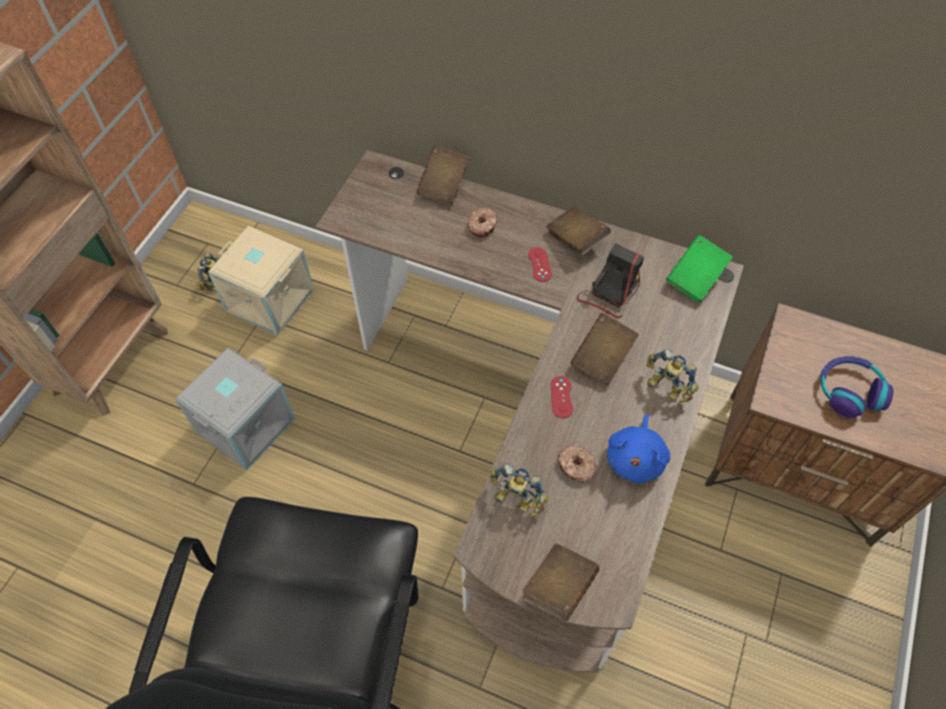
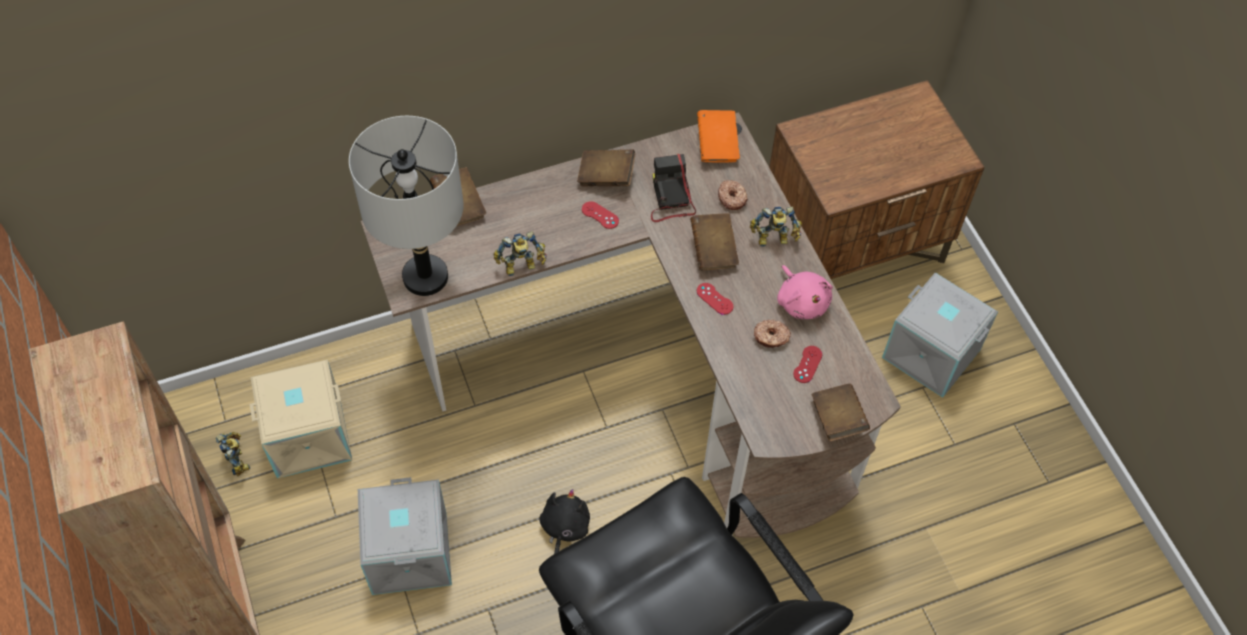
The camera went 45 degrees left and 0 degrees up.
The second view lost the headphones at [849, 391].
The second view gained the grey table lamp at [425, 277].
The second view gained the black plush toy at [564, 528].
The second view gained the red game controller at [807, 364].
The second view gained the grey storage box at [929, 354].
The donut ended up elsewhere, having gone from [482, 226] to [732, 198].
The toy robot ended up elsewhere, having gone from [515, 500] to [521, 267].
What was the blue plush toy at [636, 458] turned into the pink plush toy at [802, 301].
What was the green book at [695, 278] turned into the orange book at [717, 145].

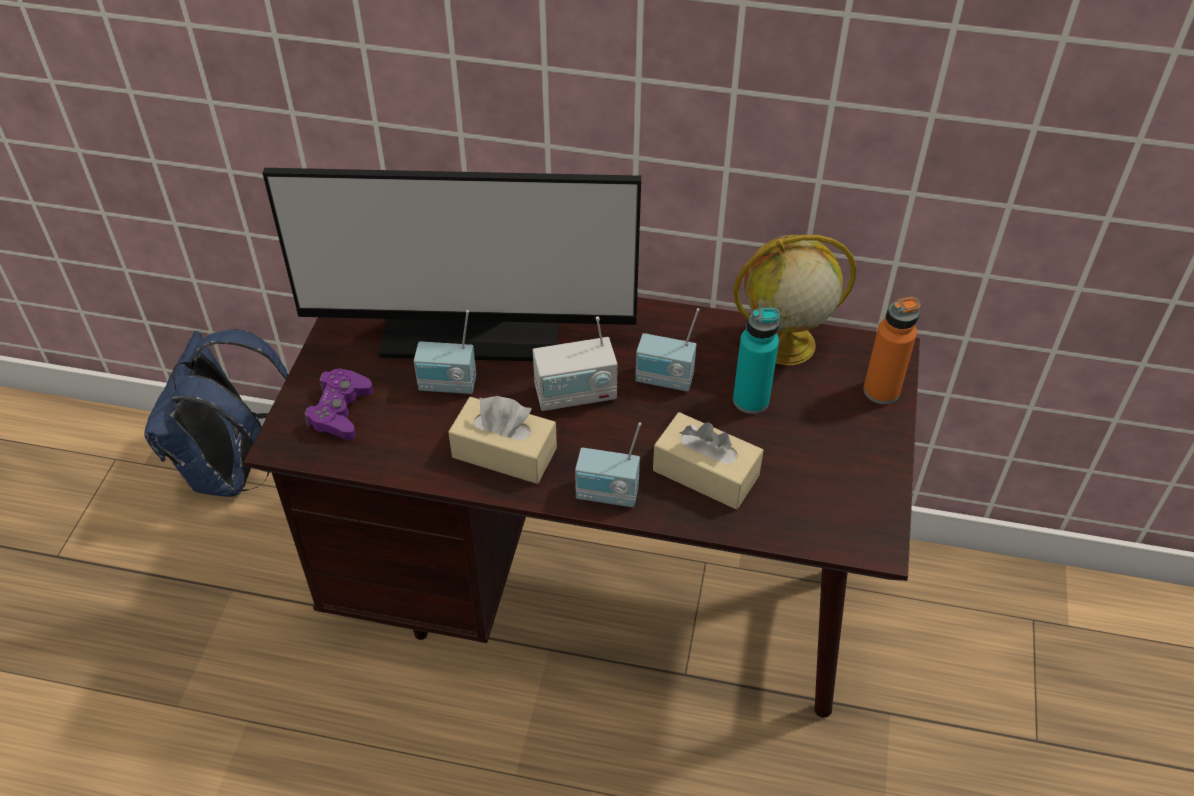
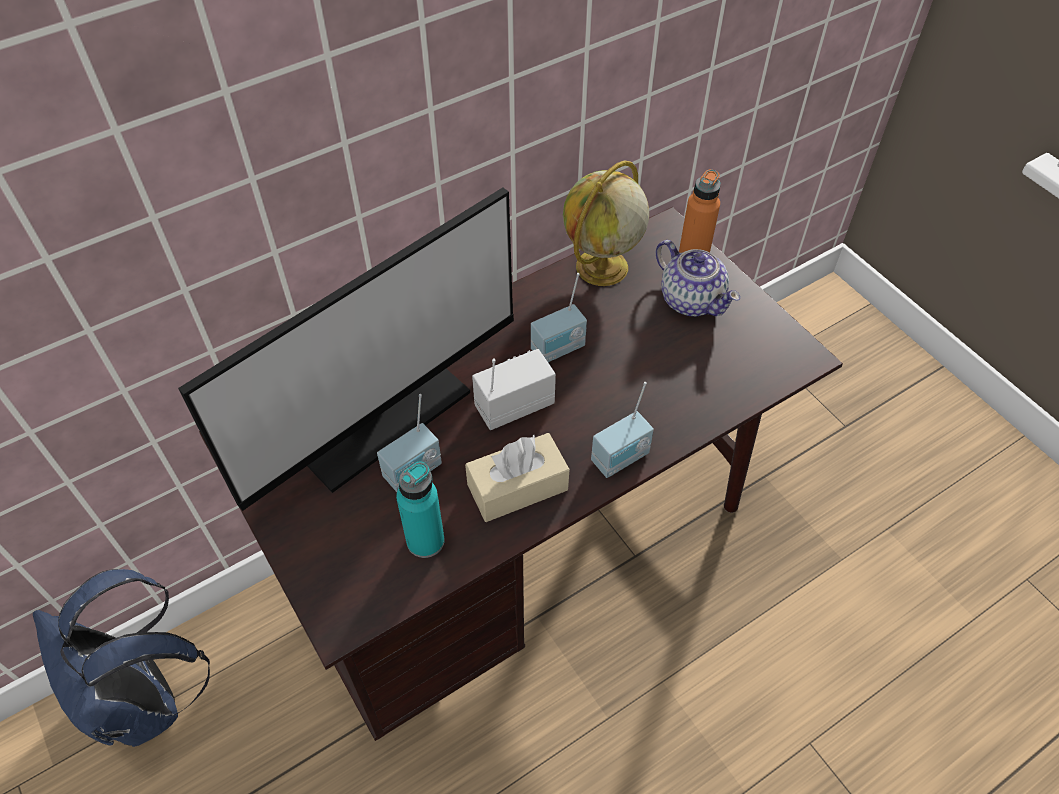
The camera went 45 degrees left and 5 degrees up.
The second view lost the purple game controller at [340, 411].
The second view lost the beige tissue box at [705, 473].
The second view gained the teapot at [691, 299].
The turquoise bottle ended up elsewhere, having gone from [751, 400] to [425, 541].
The radio at [576, 394] ended up facing another way, 150 degrees counterclockwise from before.

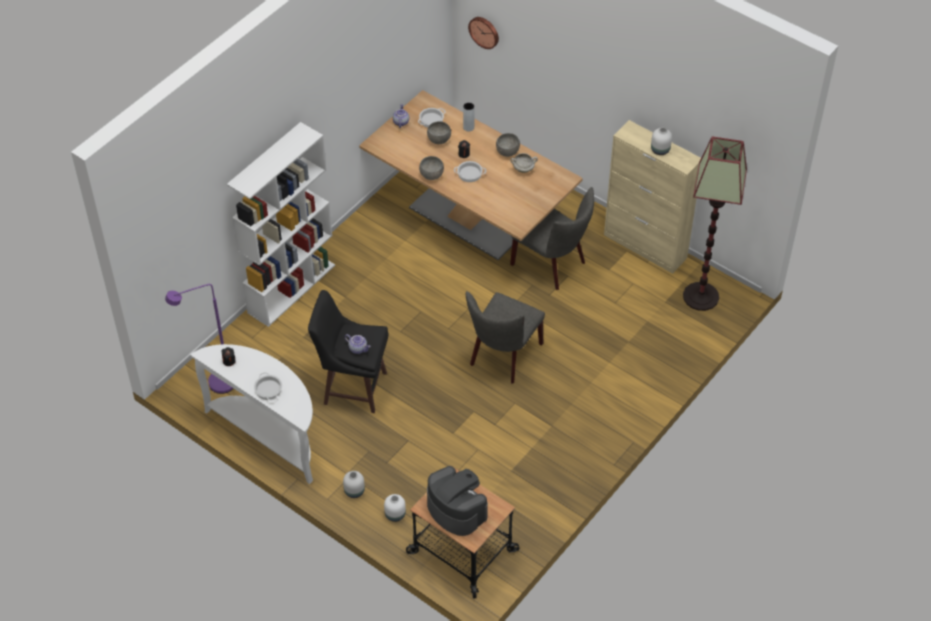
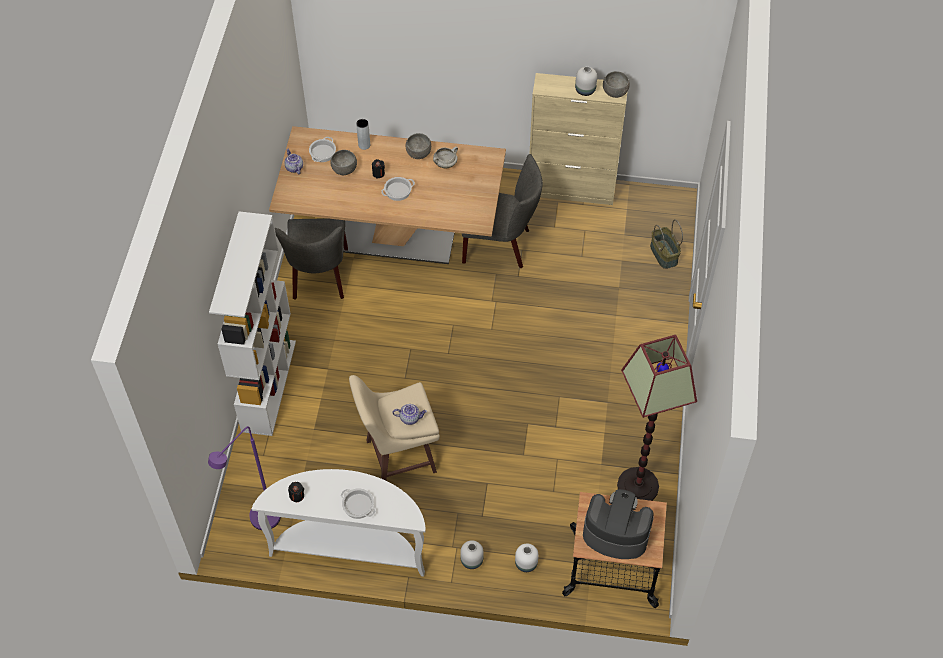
The camera went 30 degrees left and 5 degrees up.
The second view lost the wall clock at [484, 31].
The second view gained the basket at [663, 254].
The grey bowl ended up elsewhere, having gone from [431, 175] to [615, 93].
The grey chair ended up elsewhere, having gone from [503, 357] to [319, 278].
The floor lamp ended up elsewhere, having gone from [701, 296] to [638, 485].
What was the black stool at [353, 387] turned into the beige stool at [398, 456].

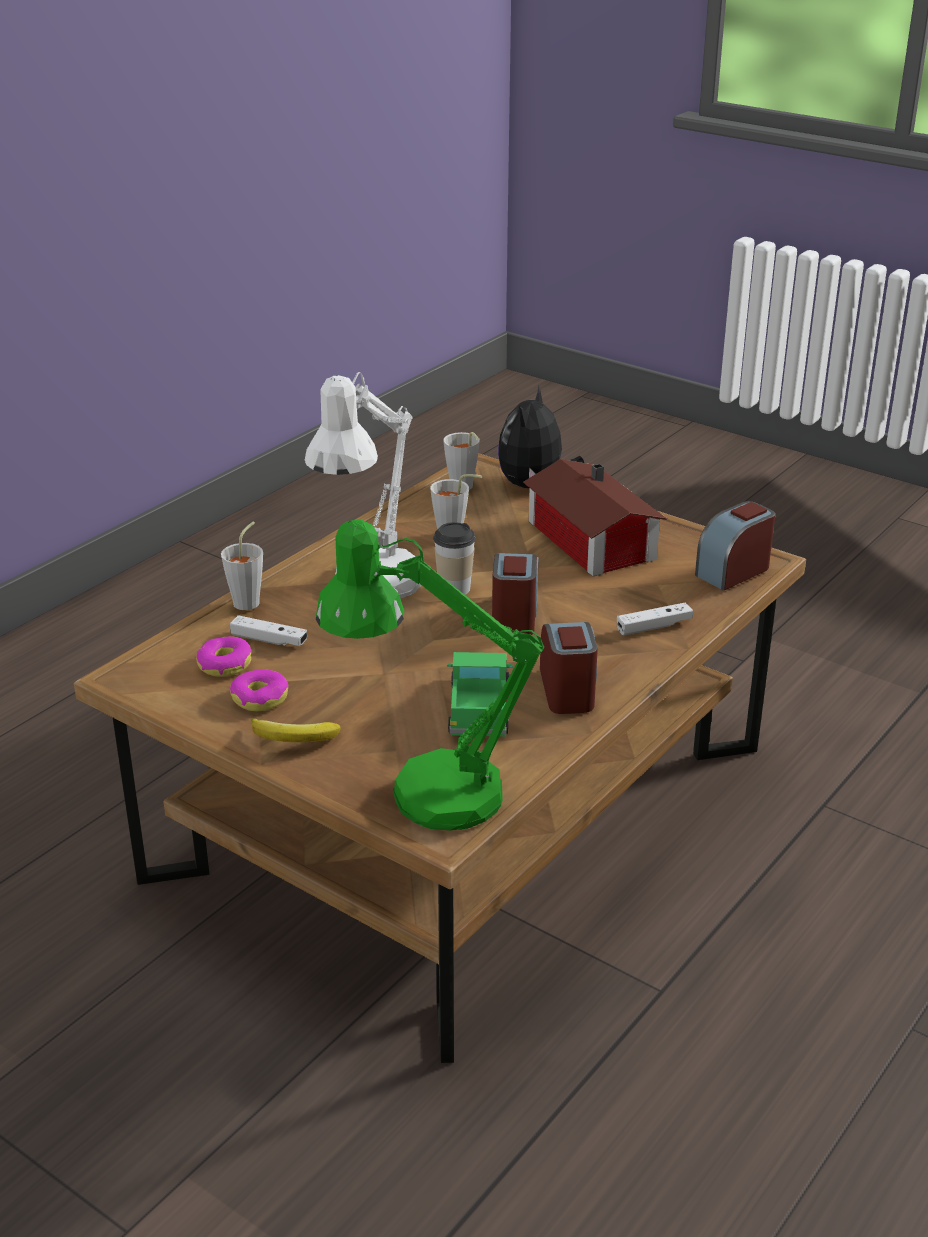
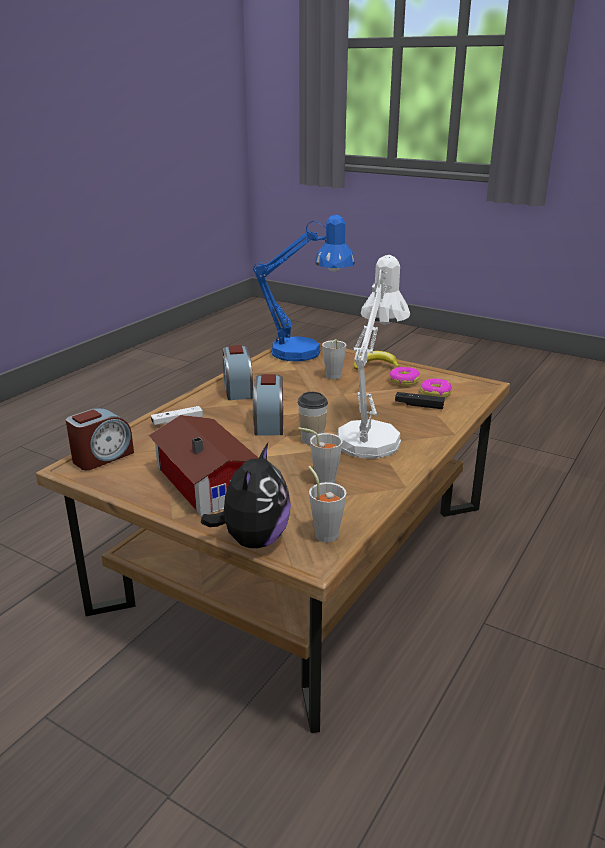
The camera went 175 degrees right and 5 degrees down.
The second view lost the toy truck at [479, 708].
The grey cup ended up elsewhere, having gone from [250, 600] to [332, 377].
What was the white game controller at [269, 640] turned into the black game controller at [419, 405].
What was the green table lamp at [424, 793] turned into the blue table lamp at [306, 353].

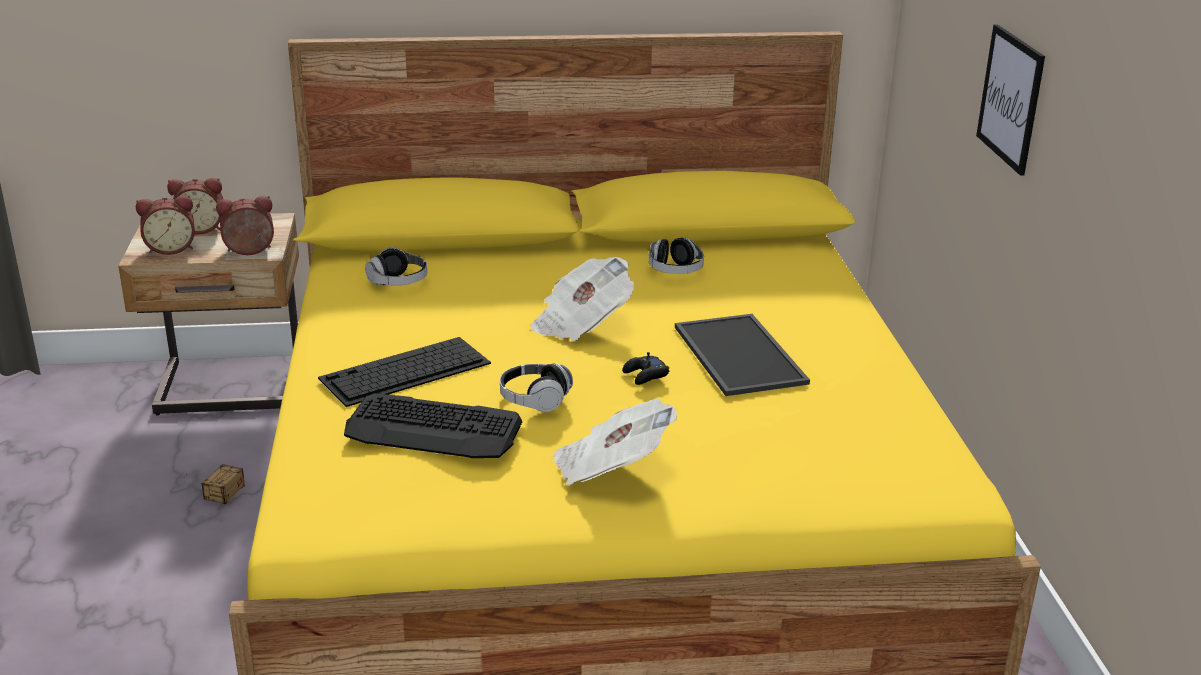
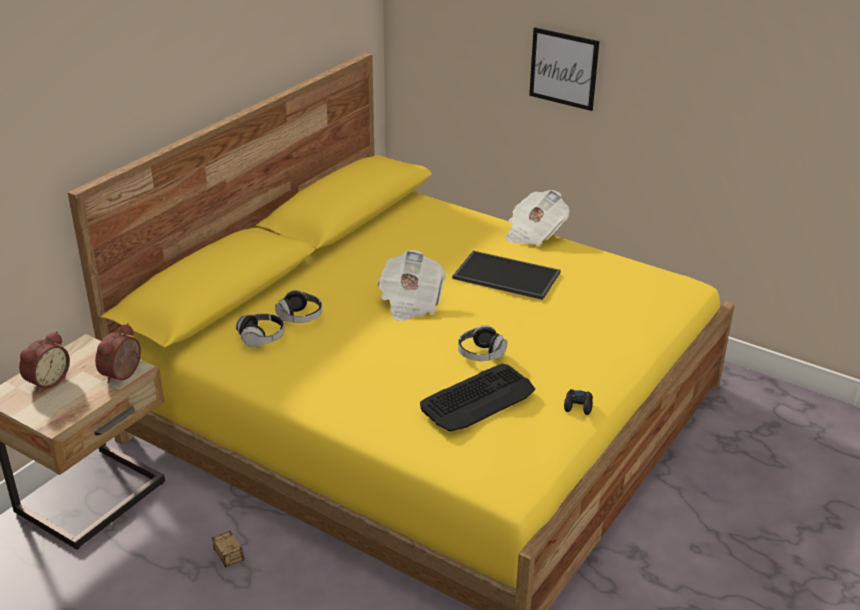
The camera went 50 degrees left and 5 degrees up.
The second view lost the alarm clock at [171, 248].
The second view lost the keyboard at [404, 371].
The newspaper ended up elsewhere, having gone from [611, 469] to [534, 233].
The black game controller ended up elsewhere, having gone from [645, 375] to [578, 405].
The headphones ended up elsewhere, having gone from [675, 271] to [300, 317].

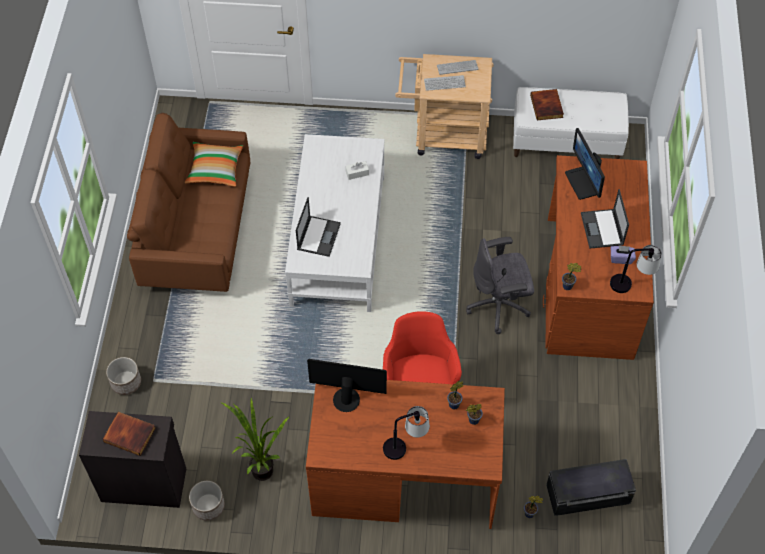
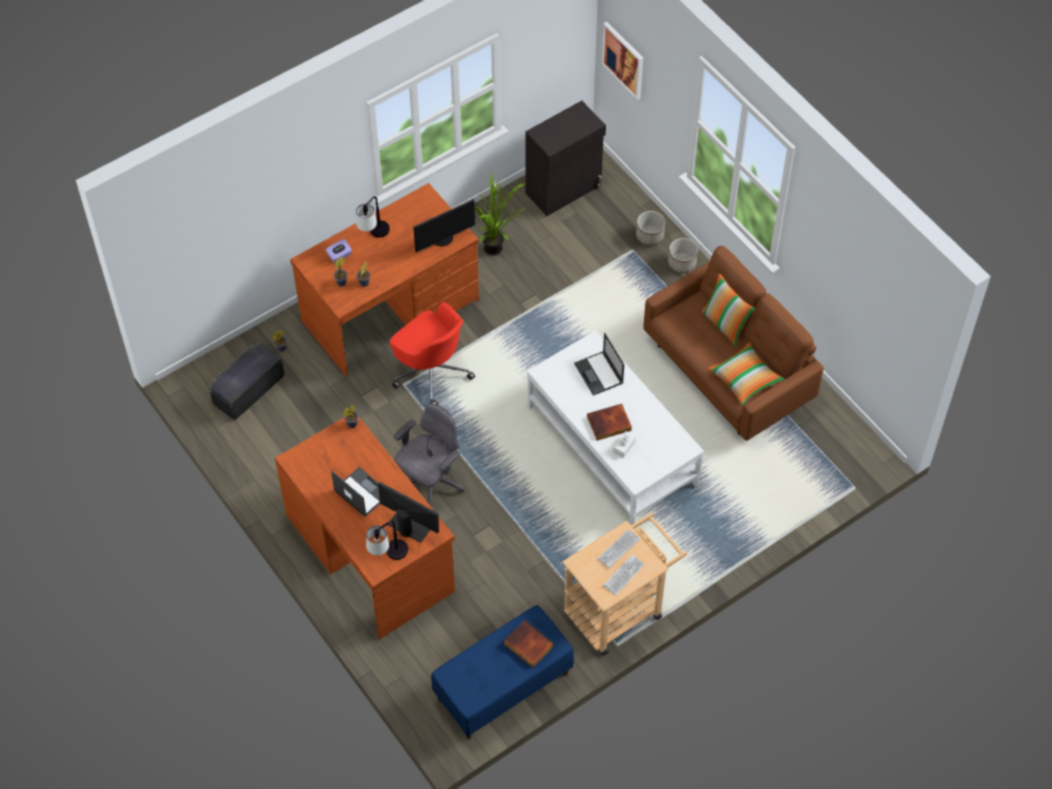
The camera went 140 degrees right and 0 degrees up.
The second view gained the picture at [623, 60].
The second view gained the pillow at [725, 324].
The book ended up elsewhere, having gone from [130, 434] to [609, 424].
The planter ended up elsewhere, having gone from [208, 506] to [682, 263].
The table lamp ended up elsewhere, having gone from [631, 284] to [388, 556].
The purple tissue box ended up elsewhere, having gone from [621, 258] to [339, 256].
What was the white bench at [566, 142] turned into the blue bench at [503, 687].

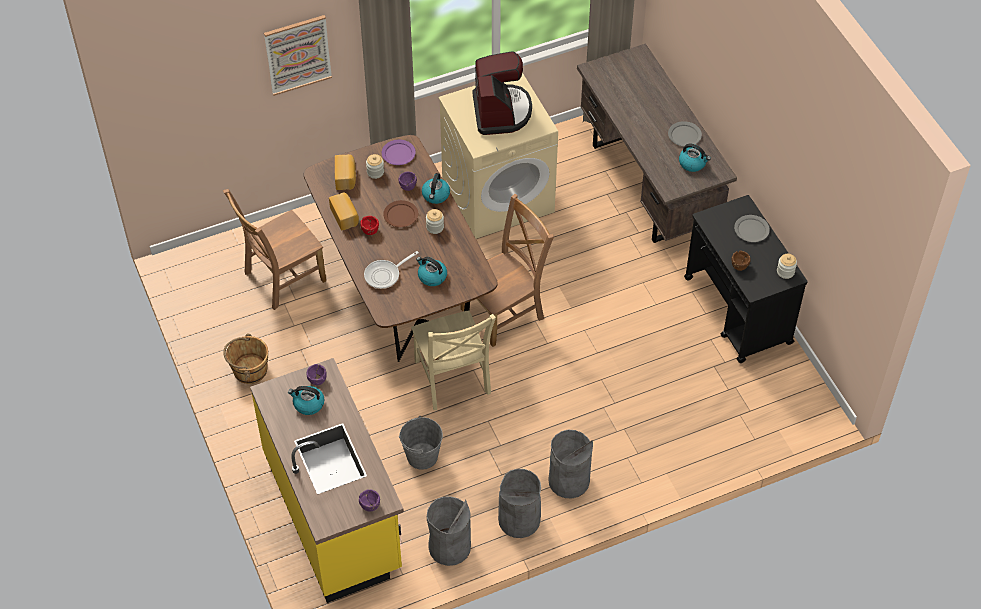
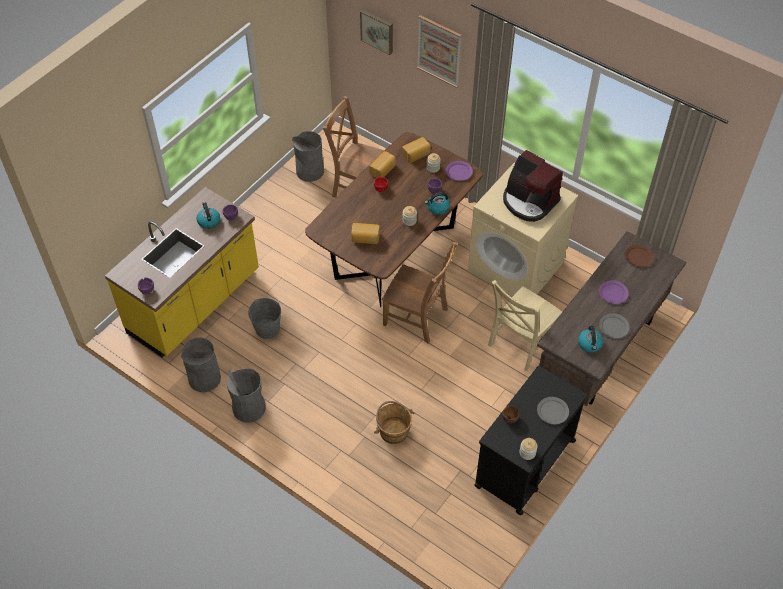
The camera went 60 degrees right and 0 degrees up.
The second view lost the frying pan at [385, 275].
The second view gained the picture at [377, 31].
The second view gained the purple plate at [613, 293].
The brown bucket ended up elsewhere, having gone from [249, 370] to [393, 431].
The brown plate ended up elsewhere, having gone from [401, 215] to [638, 257].
The beige chair ended up elsewhere, having gone from [452, 380] to [520, 343].
The grey trash can ended up elsewhere, having gone from [569, 480] to [310, 171].
Where the kettle stood at [431, 276], the bread came to stand at [365, 239].
The coffee machine at [501, 112] ended up facing another way, 75 degrees clockwise from before.

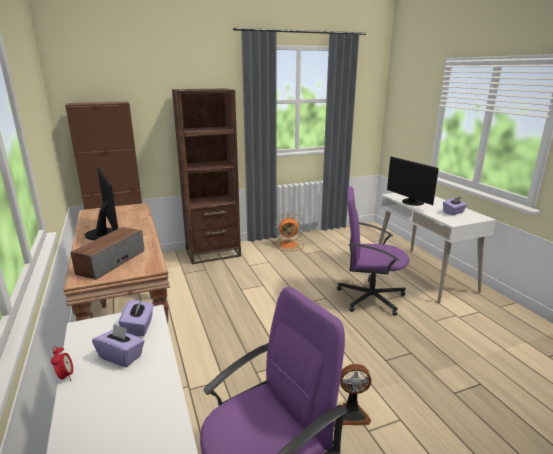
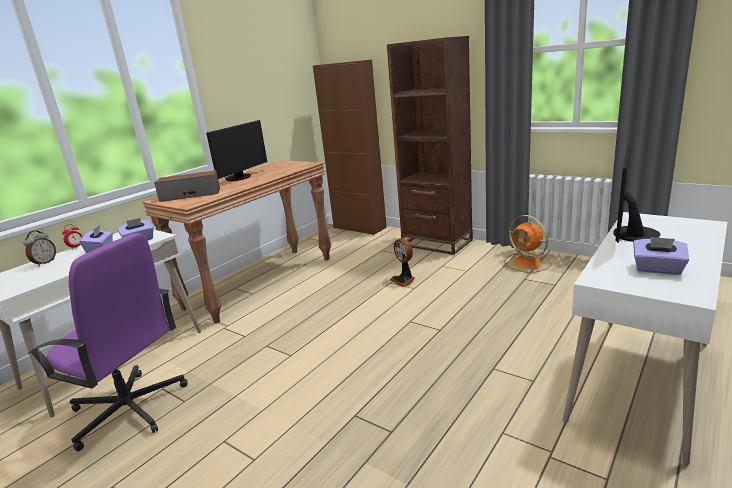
The camera went 60 degrees right and 0 degrees up.
The second view lost the purple office chair at [369, 297].
The second view gained the alarm clock at [44, 263].
The fan ended up elsewhere, having gone from [352, 413] to [404, 280].

